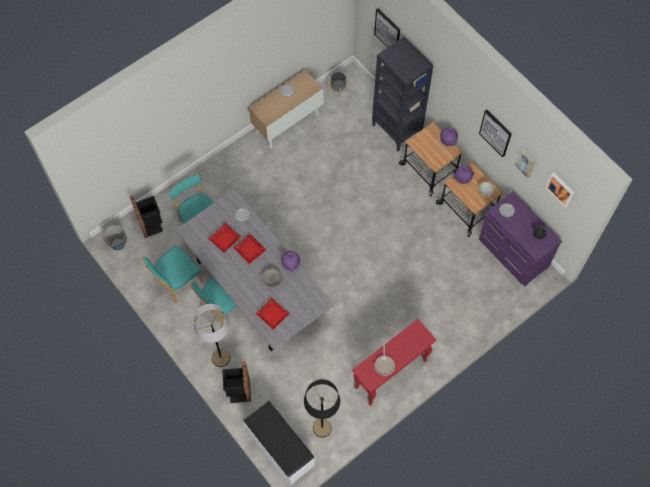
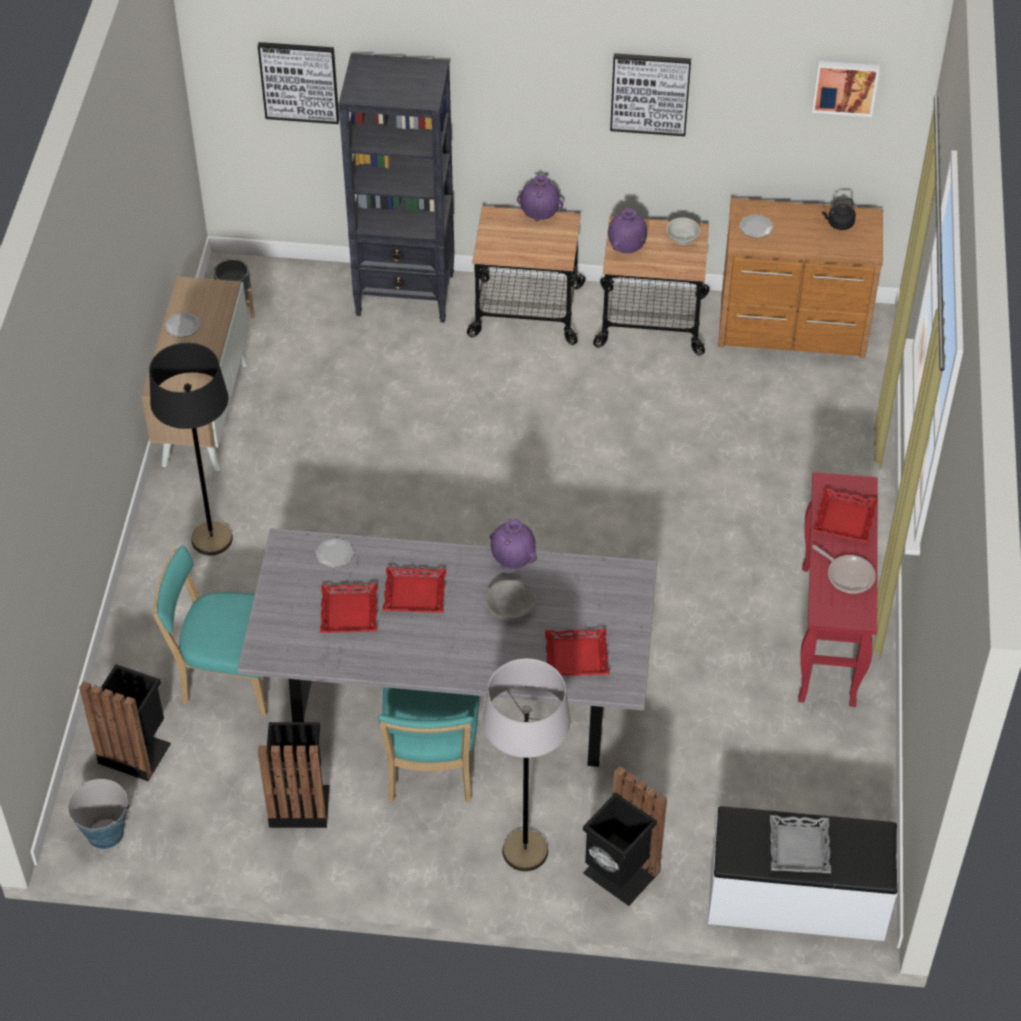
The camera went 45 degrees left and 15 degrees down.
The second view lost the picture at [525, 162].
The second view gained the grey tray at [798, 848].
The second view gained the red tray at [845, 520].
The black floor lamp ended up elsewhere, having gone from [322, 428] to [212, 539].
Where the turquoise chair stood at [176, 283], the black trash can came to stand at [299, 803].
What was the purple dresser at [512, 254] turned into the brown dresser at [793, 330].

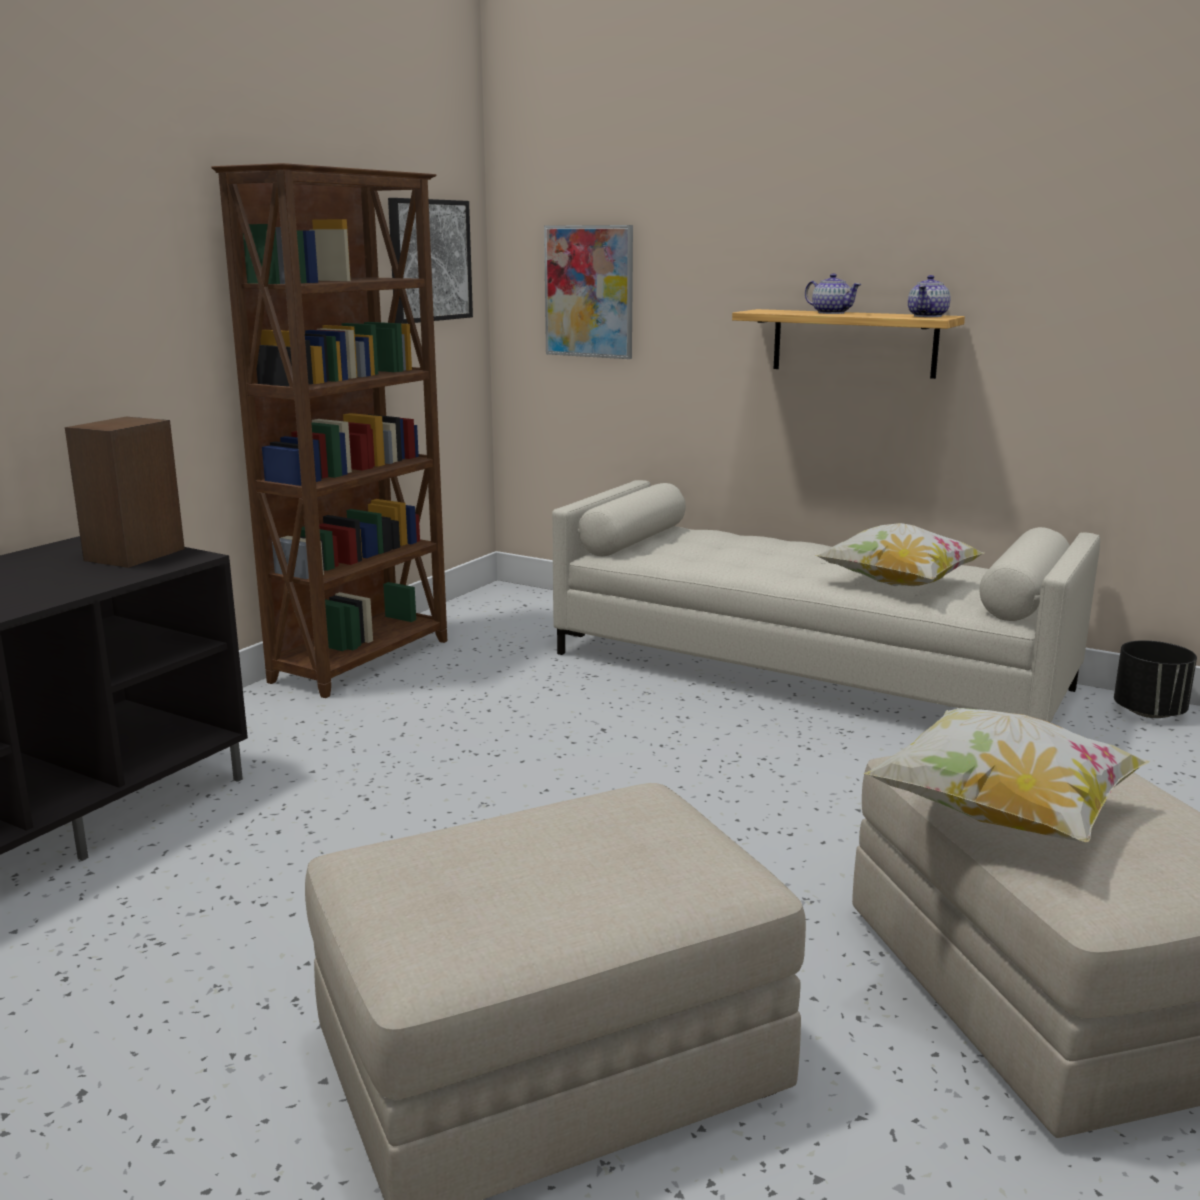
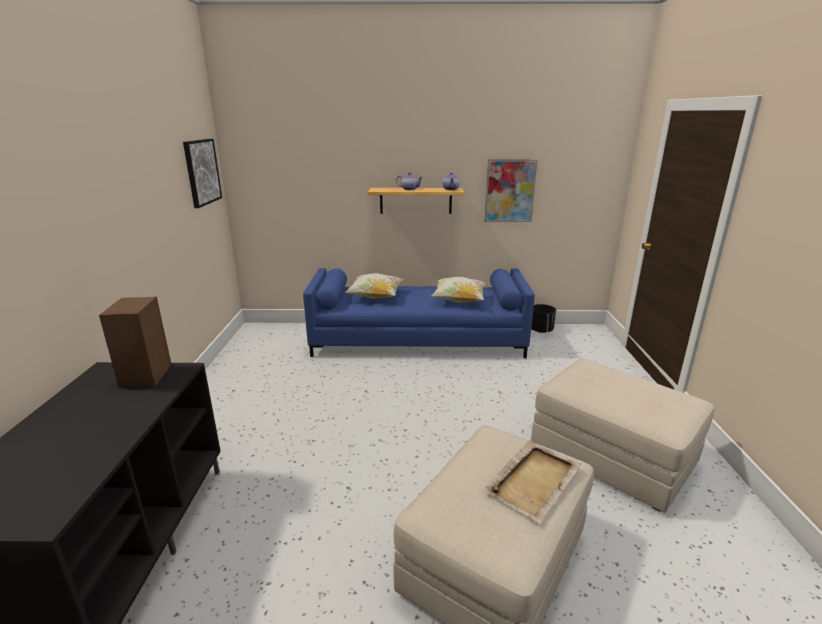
The camera went 30 degrees left and 5 degrees up.
The second view lost the brown bookcase at [364, 661].
The second view gained the beige tray at [534, 481].
The picture ended up elsewhere, having gone from [589, 291] to [510, 191].
The pillow ended up elsewhere, having gone from [1002, 816] to [375, 297].
What was the beige sofa at [808, 671] turned into the blue sofa at [418, 340].

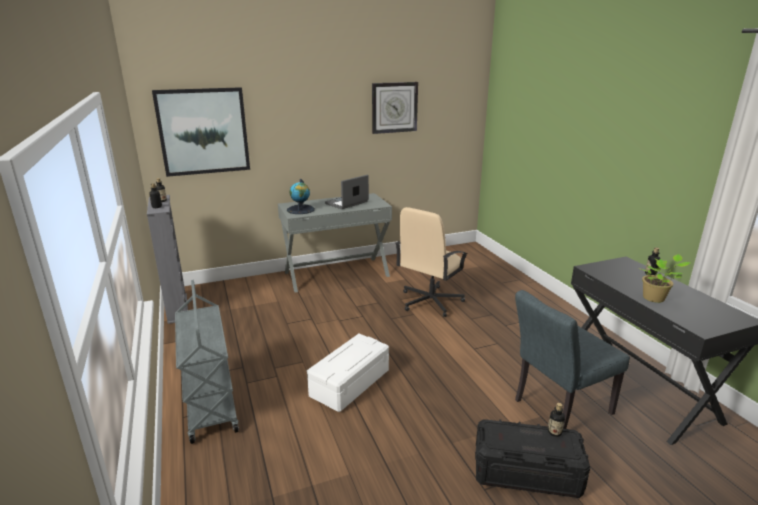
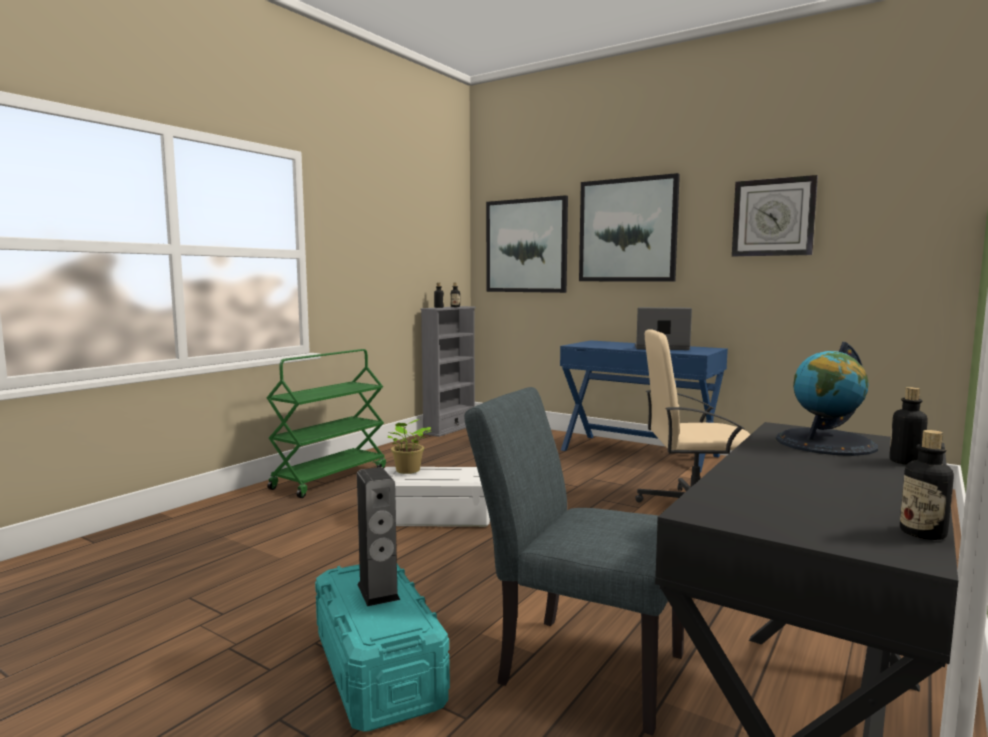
The camera went 55 degrees right and 15 degrees down.
The second view gained the speaker at [378, 592].
The second view gained the picture at [627, 230].
The globe ended up elsewhere, having gone from [301, 209] to [825, 443].
The bottle ended up elsewhere, having gone from [554, 432] to [922, 533].
The potted plant ended up elsewhere, having gone from [655, 298] to [407, 471].
What was the grey cart at [210, 403] turned into the green cart at [330, 478].
What was the grey desk at [336, 274] turned into the blue desk at [639, 453].
What was the black storage box at [526, 472] turned into the turquoise storage box at [378, 668].

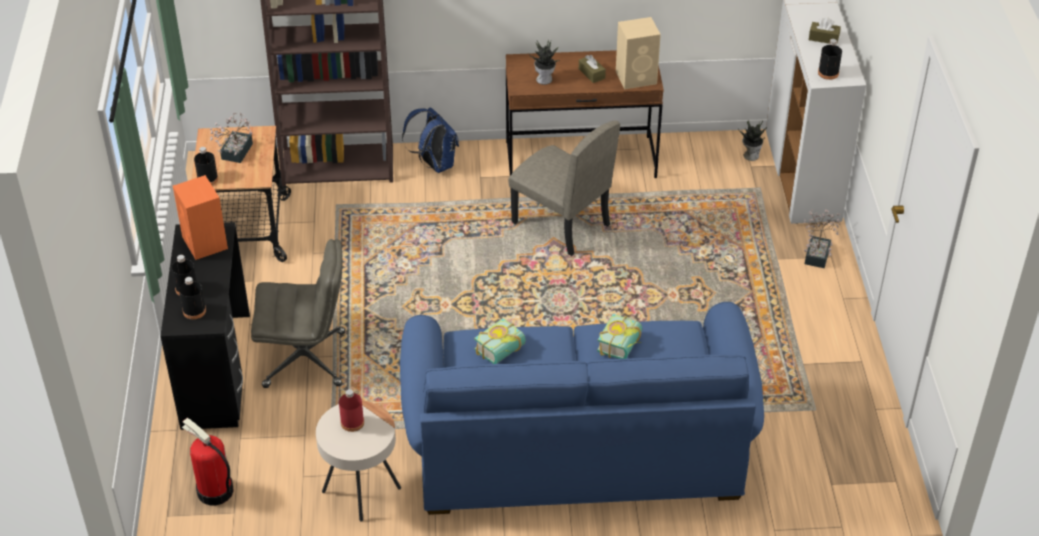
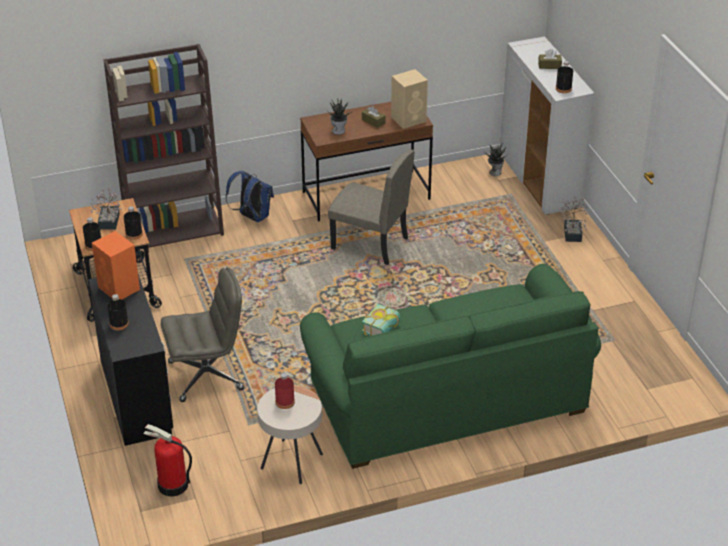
The camera went 15 degrees left and 5 degrees down.
The second view lost the book at [623, 346].
The black bottle ended up elsewhere, having gone from [194, 311] to [134, 234].
What was the blue sofa at [577, 446] turned into the green sofa at [447, 398].

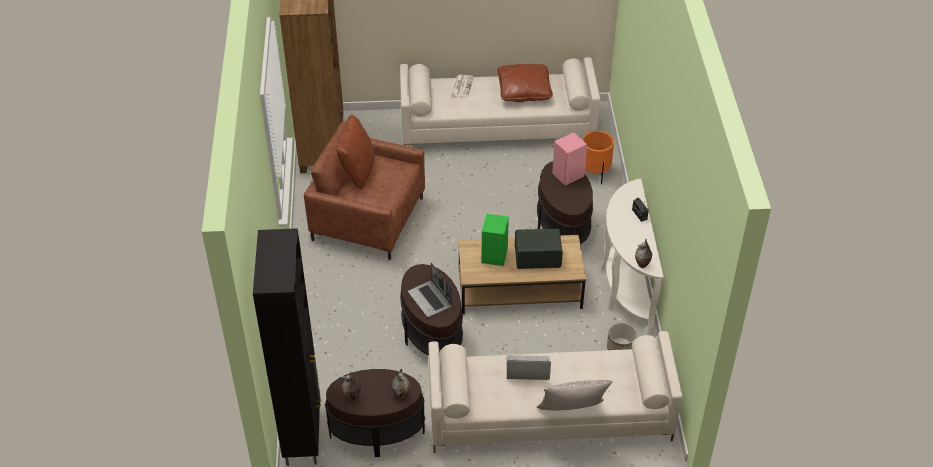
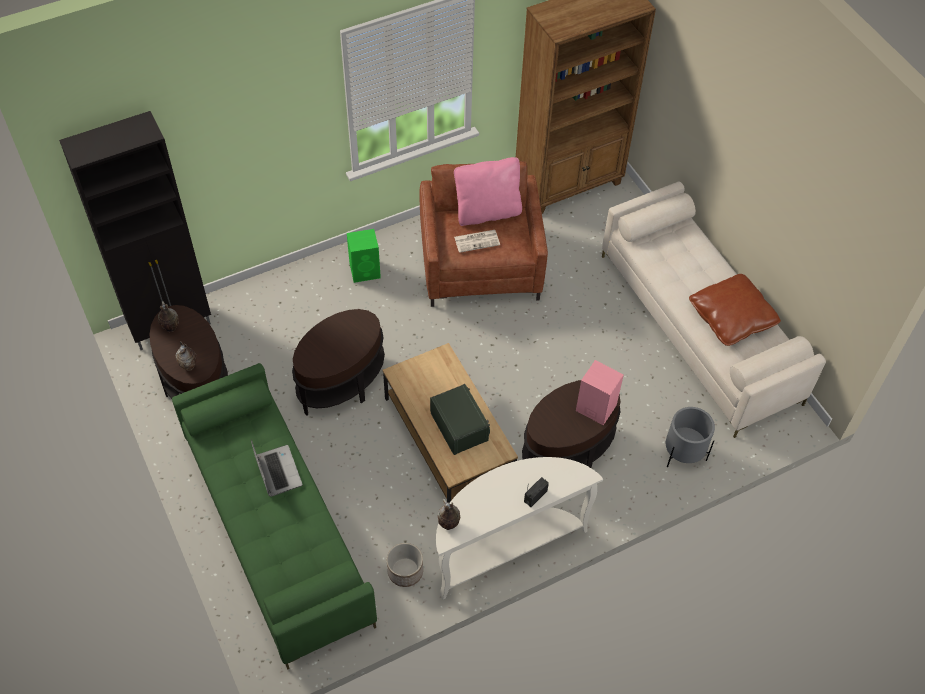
The camera went 65 degrees right and 10 degrees up.
The second view lost the laptop at [430, 300].
The second view lost the grey pillow at [572, 412].
The newspaper ended up elsewhere, having gone from [462, 86] to [477, 241].
The green speaker ended up elsewhere, having gone from [494, 255] to [365, 271].
What was the brown pillow at [357, 171] turned into the pink pillow at [487, 212].
What was the beige sofa at [548, 415] turned into the green sofa at [276, 529].
What was the orange planter at [595, 172] turned into the grey planter at [683, 453].

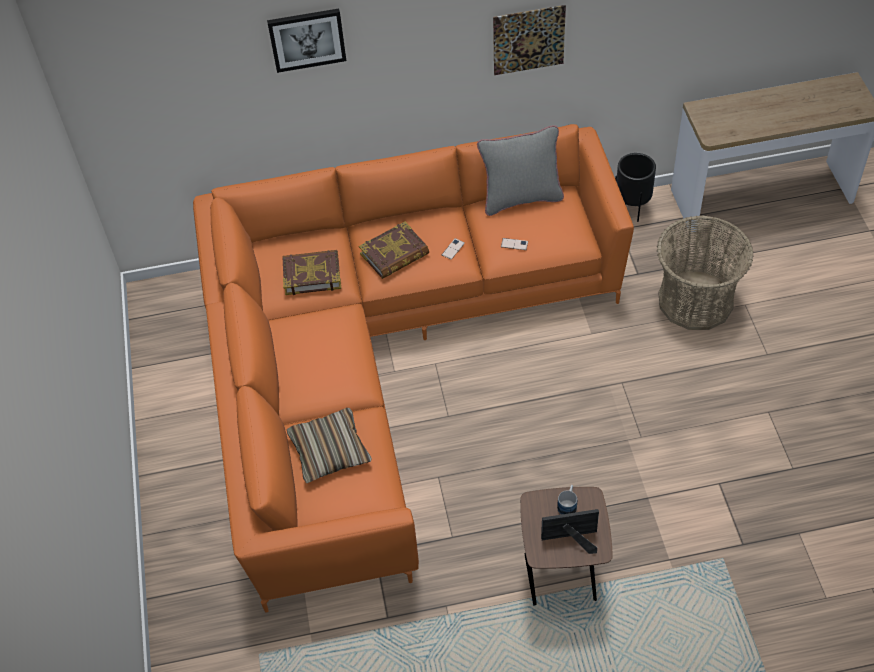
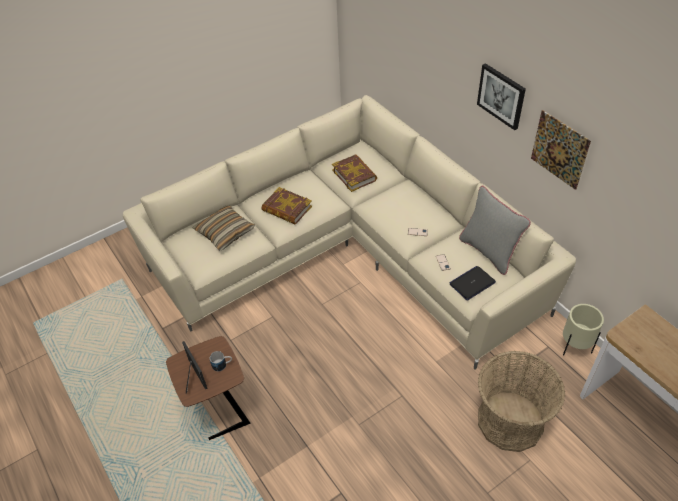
The camera went 65 degrees right and 5 degrees down.
The second view gained the laptop at [472, 283].
The picture ended up elsewhere, having gone from [307, 39] to [501, 96].
The book ended up elsewhere, having gone from [395, 254] to [287, 209].
What was the orange sofa at [380, 357] turned into the beige sofa at [350, 253].
What was the black planter at [632, 208] turned into the beige planter at [574, 347].

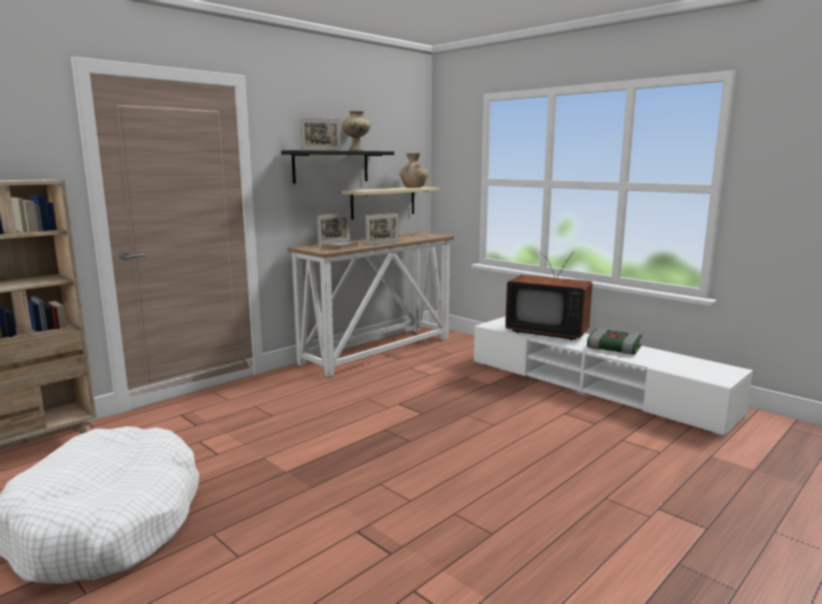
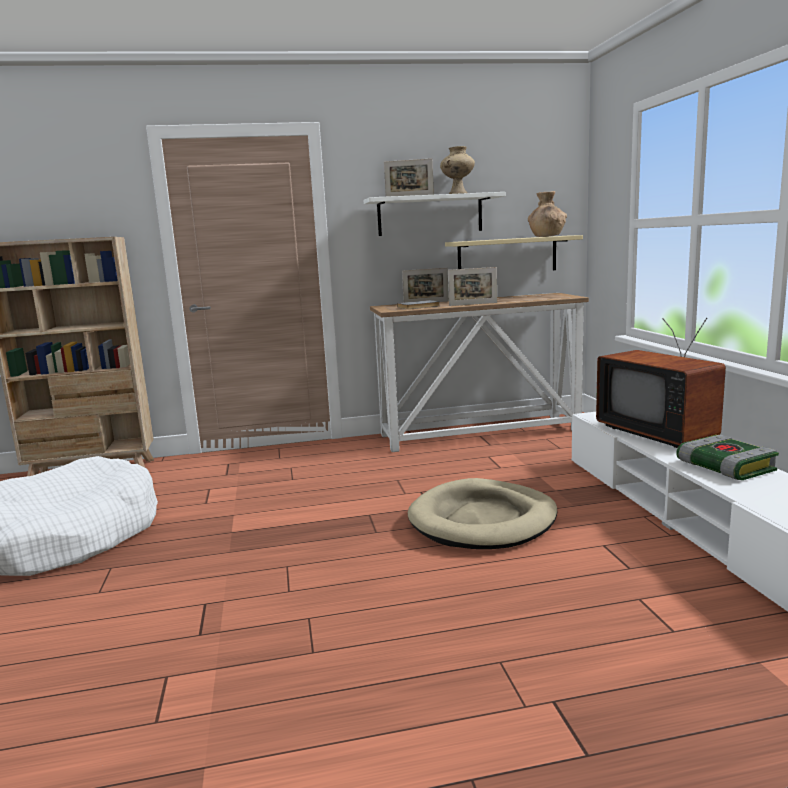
The camera went 35 degrees right and 0 degrees up.
The second view gained the beige dog bed at [483, 520].
What was the black shelf at [331, 166] turned into the white shelf at [430, 215].

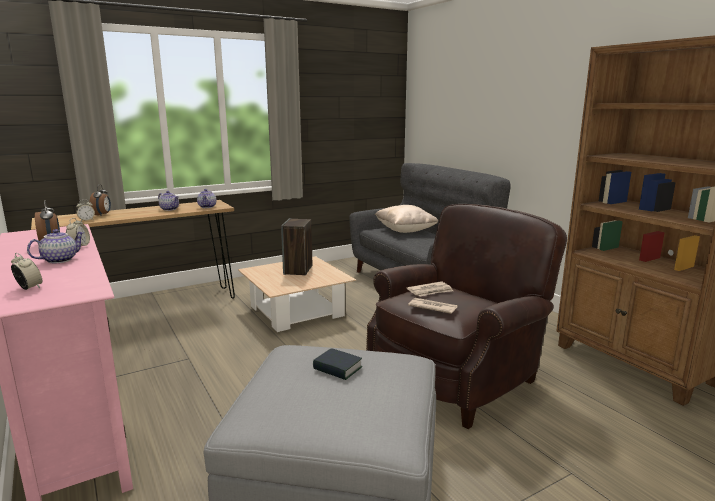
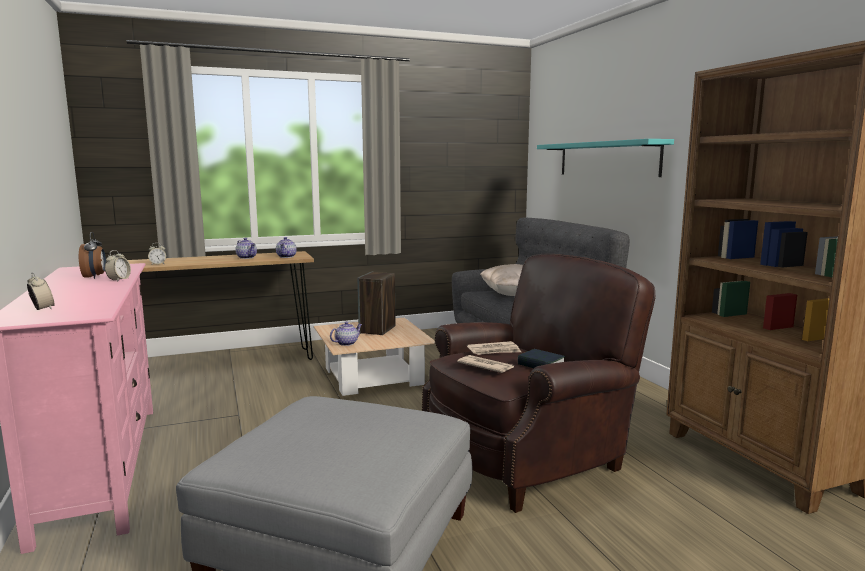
The camera went 10 degrees right and 5 degrees down.
The second view lost the alarm clock at [102, 215].
The second view gained the turquoise shelf at [607, 159].
The teapot ended up elsewhere, having gone from [60, 260] to [346, 343].
The book ended up elsewhere, having gone from [337, 368] to [541, 365].

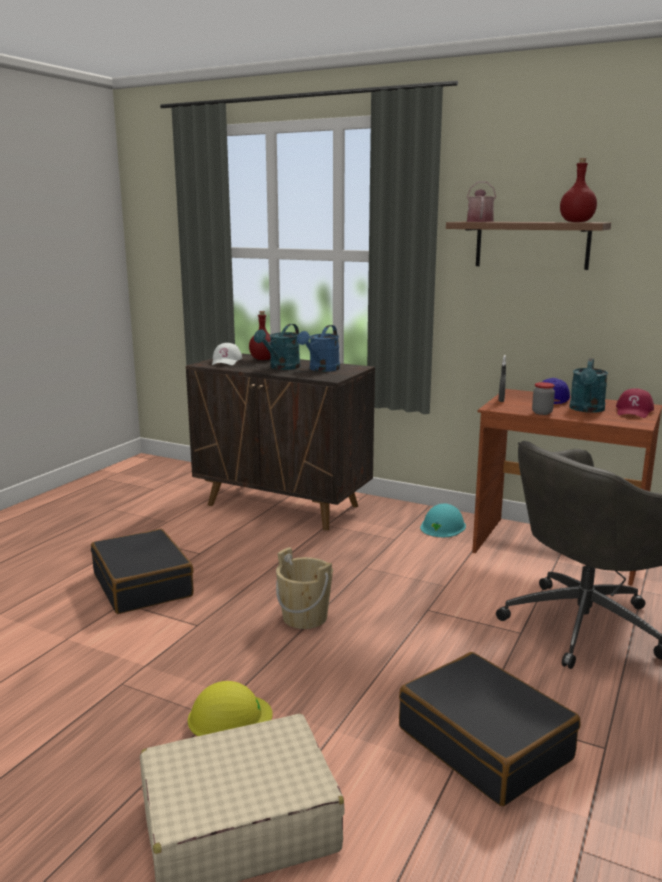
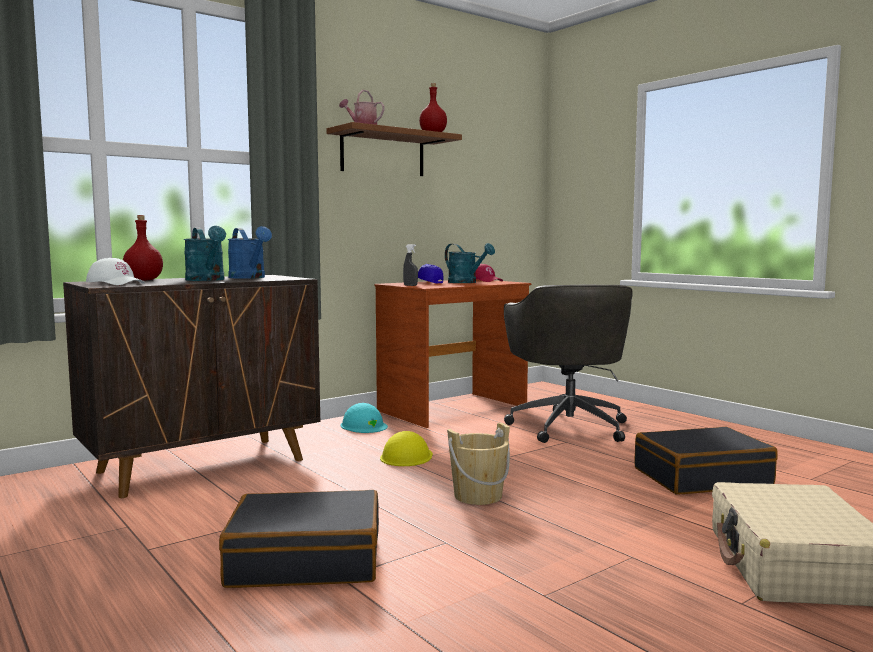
The camera went 65 degrees left and 10 degrees down.
The second view lost the jar at [542, 412].
The yellow hard hat ended up elsewhere, having gone from [229, 717] to [406, 456].

